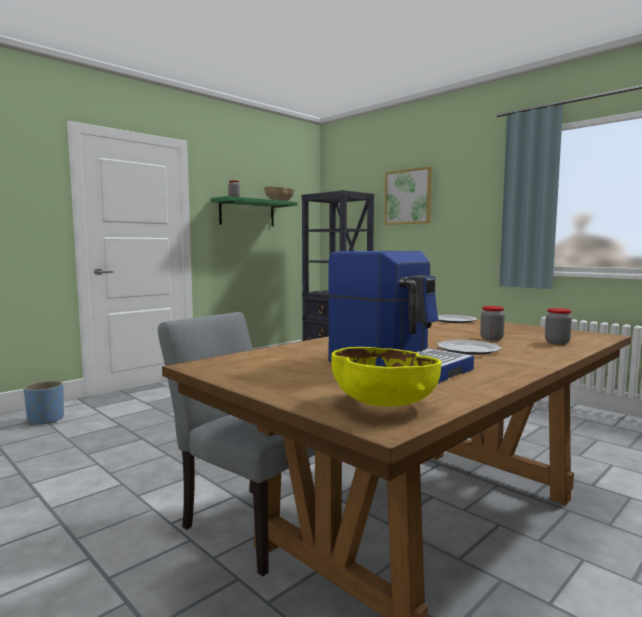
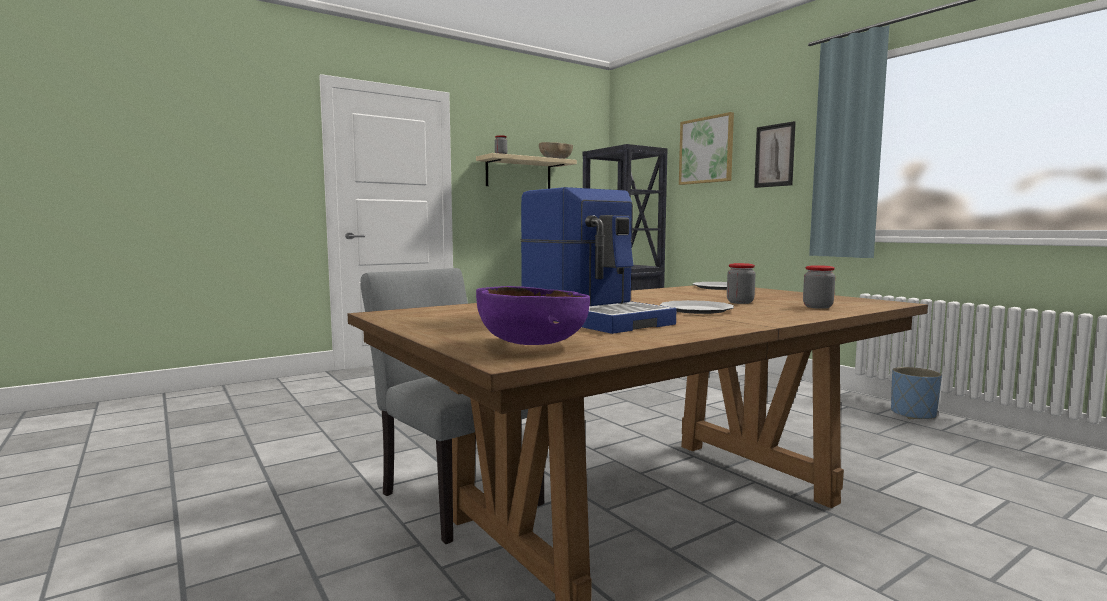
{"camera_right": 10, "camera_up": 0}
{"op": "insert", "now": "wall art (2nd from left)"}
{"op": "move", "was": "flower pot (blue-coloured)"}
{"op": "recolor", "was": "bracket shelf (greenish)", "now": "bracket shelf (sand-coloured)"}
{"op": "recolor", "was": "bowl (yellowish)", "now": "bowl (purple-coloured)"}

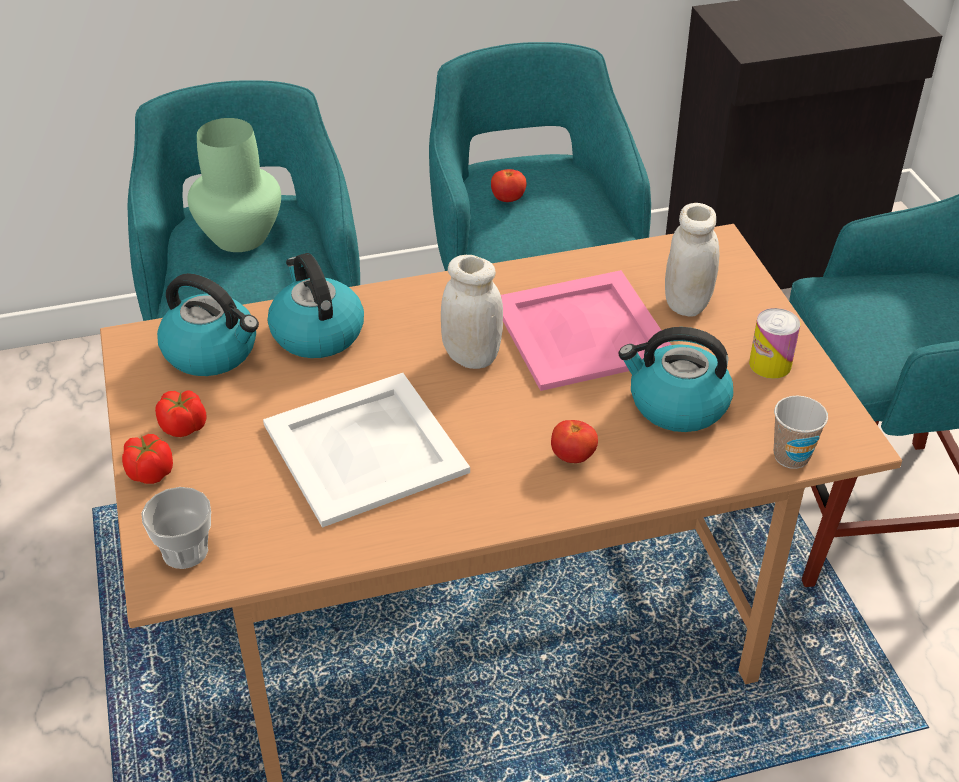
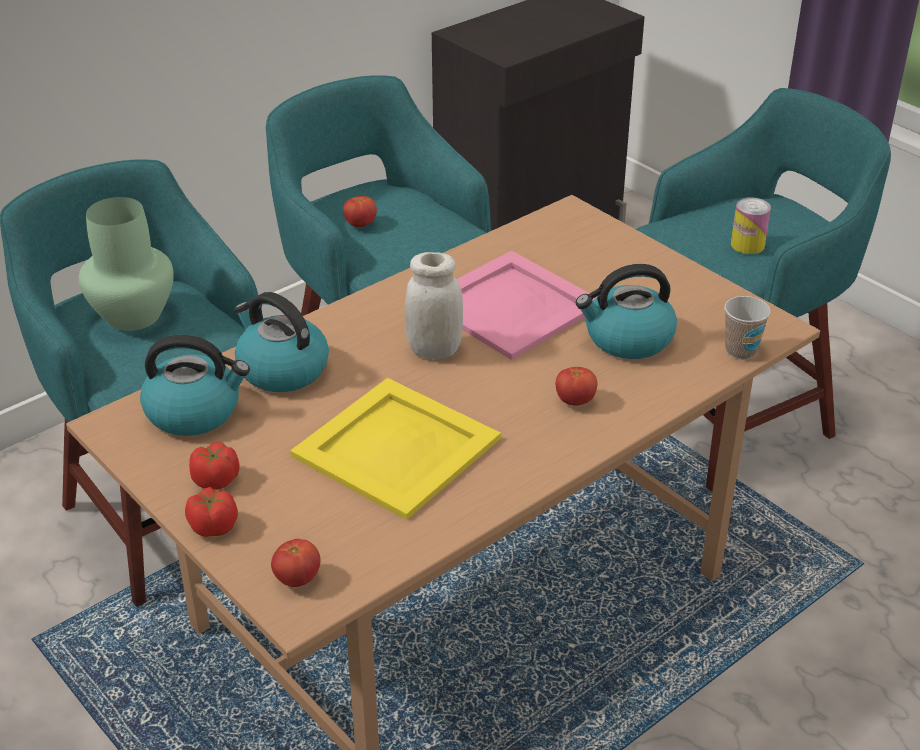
{"camera_right": -25, "camera_up": -5}
{"op": "delete", "was": "preserve jar (white) (2nd from left)"}
{"op": "move", "was": "sealed can"}
{"op": "replace", "was": "small cup (1st from left)", "now": "whole tomato (3rd from left)"}
{"op": "recolor", "was": "tray (white)", "now": "tray (yellowish)"}

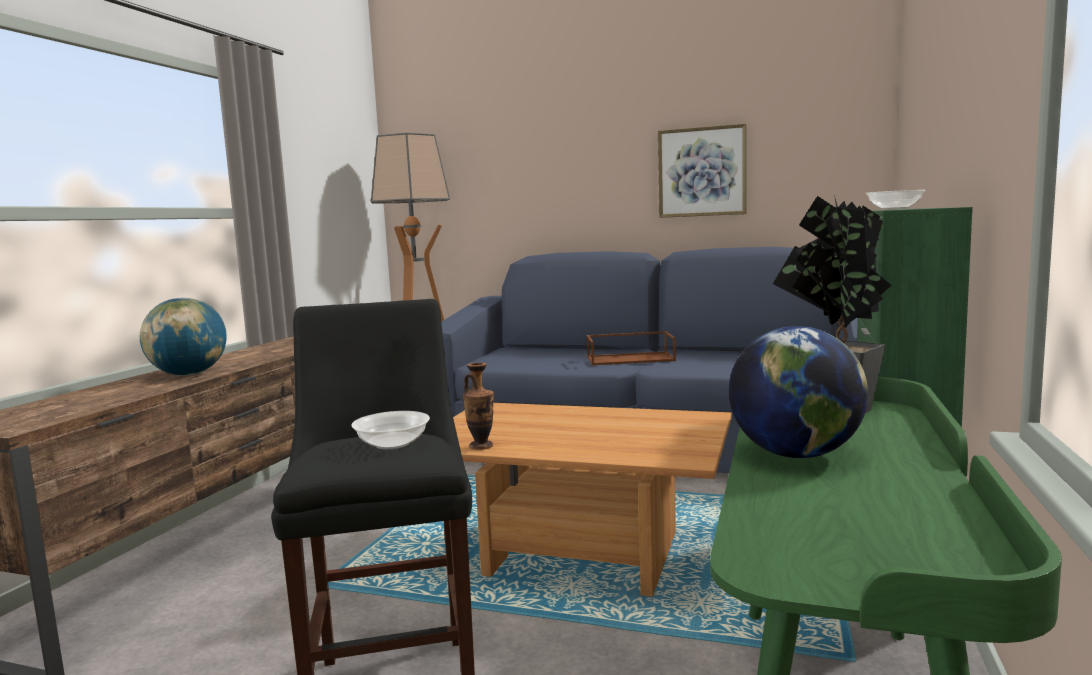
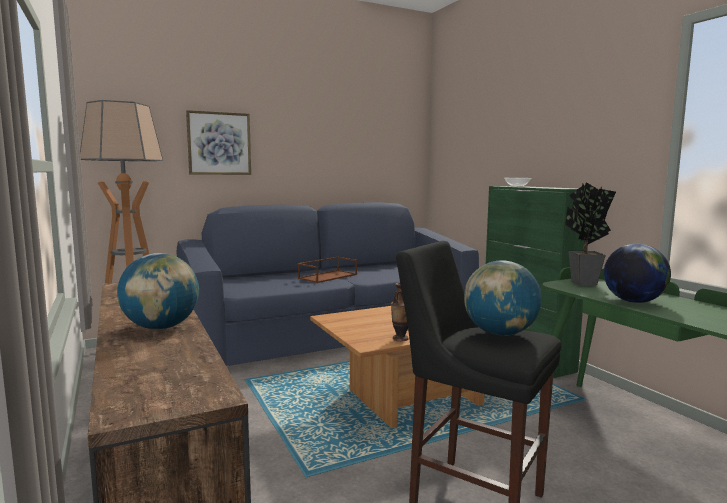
{"camera_right": -45, "camera_up": 0}
{"op": "move", "was": "wall art"}
{"op": "replace", "was": "bowl (1st from left)", "now": "world globe (2nd from left)"}

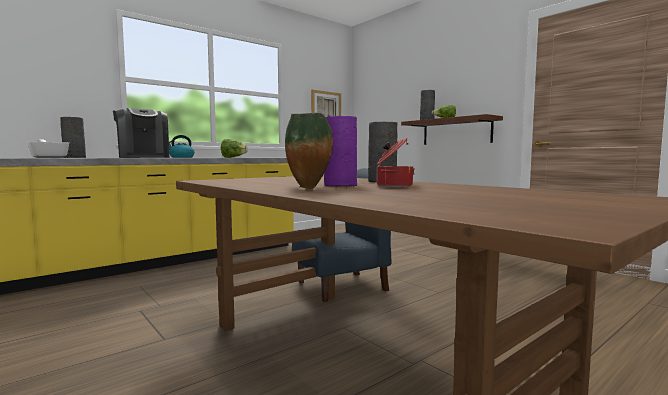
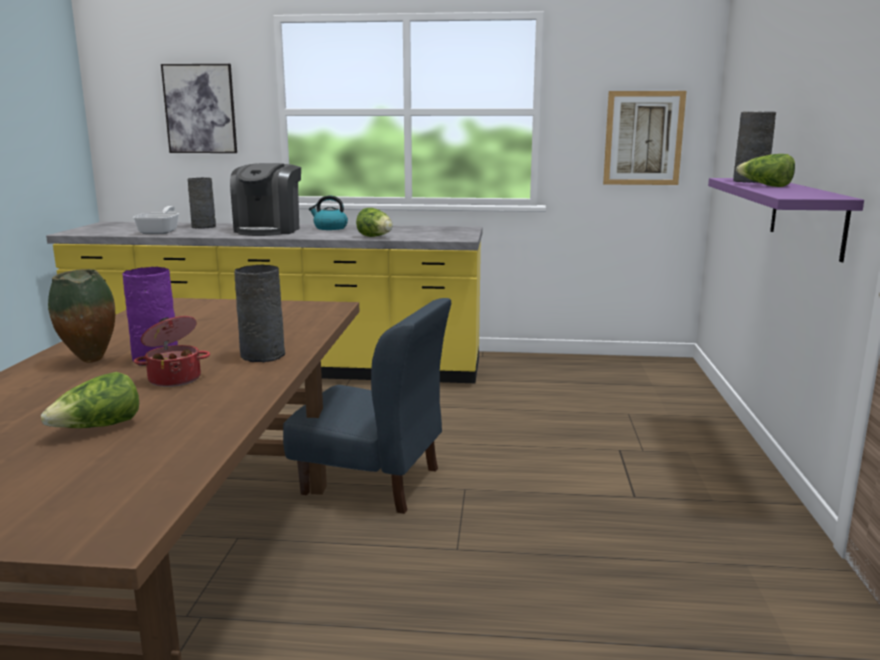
{"camera_right": 45, "camera_up": 10}
{"op": "insert", "now": "head of lettuce (1st from left)"}
{"op": "insert", "now": "wall art (1st from left)"}
{"op": "recolor", "was": "bracket shelf (brown-coloured)", "now": "bracket shelf (purple-coloured)"}

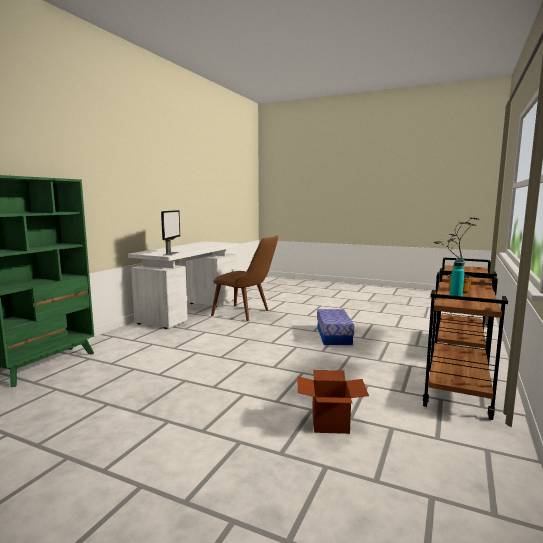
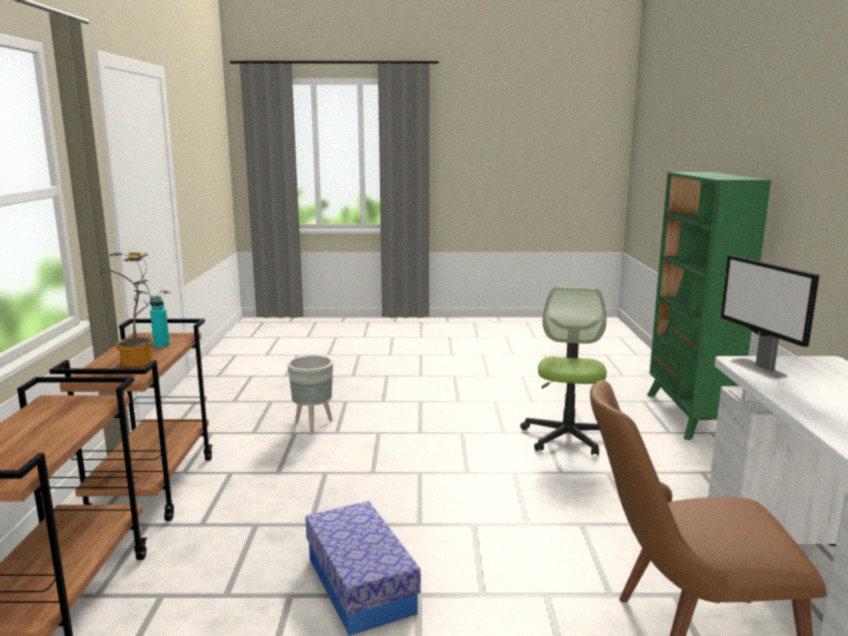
{"camera_right": 155, "camera_up": 5}
{"op": "insert", "now": "desk chair"}
{"op": "replace", "was": "cardboard box", "now": "flower pot (greyish)"}

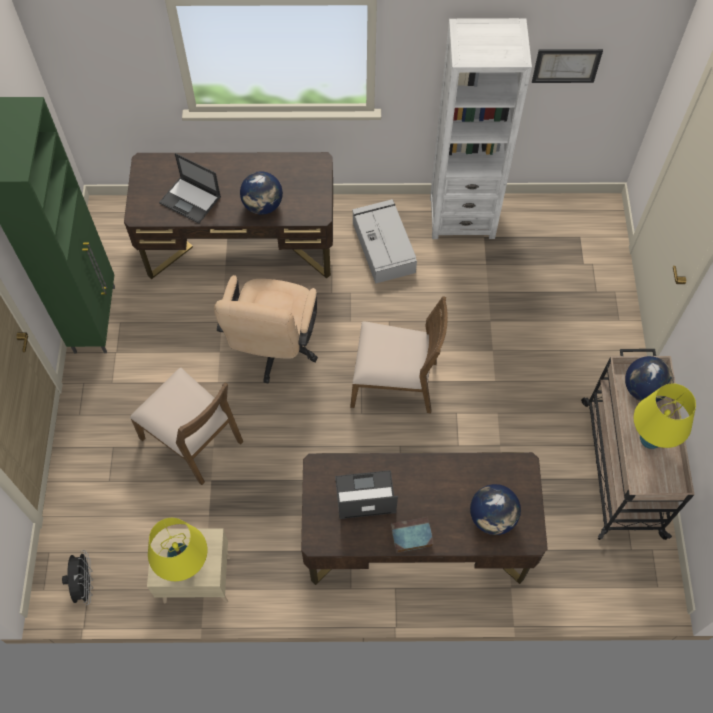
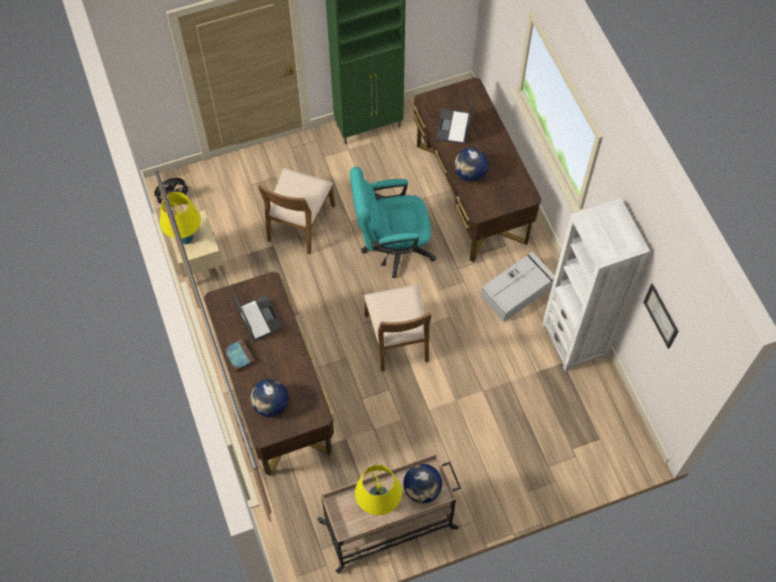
{"camera_right": 70, "camera_up": 0}
{"op": "recolor", "was": "desk chair (sand-coloured)", "now": "desk chair (blue-green)"}

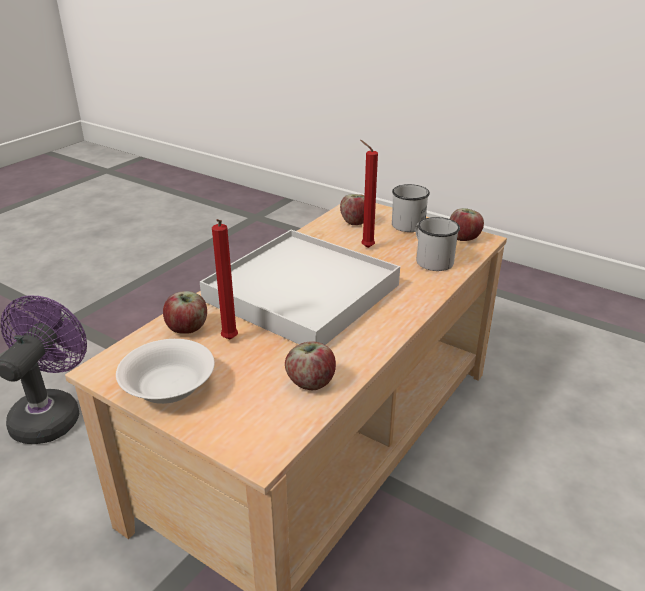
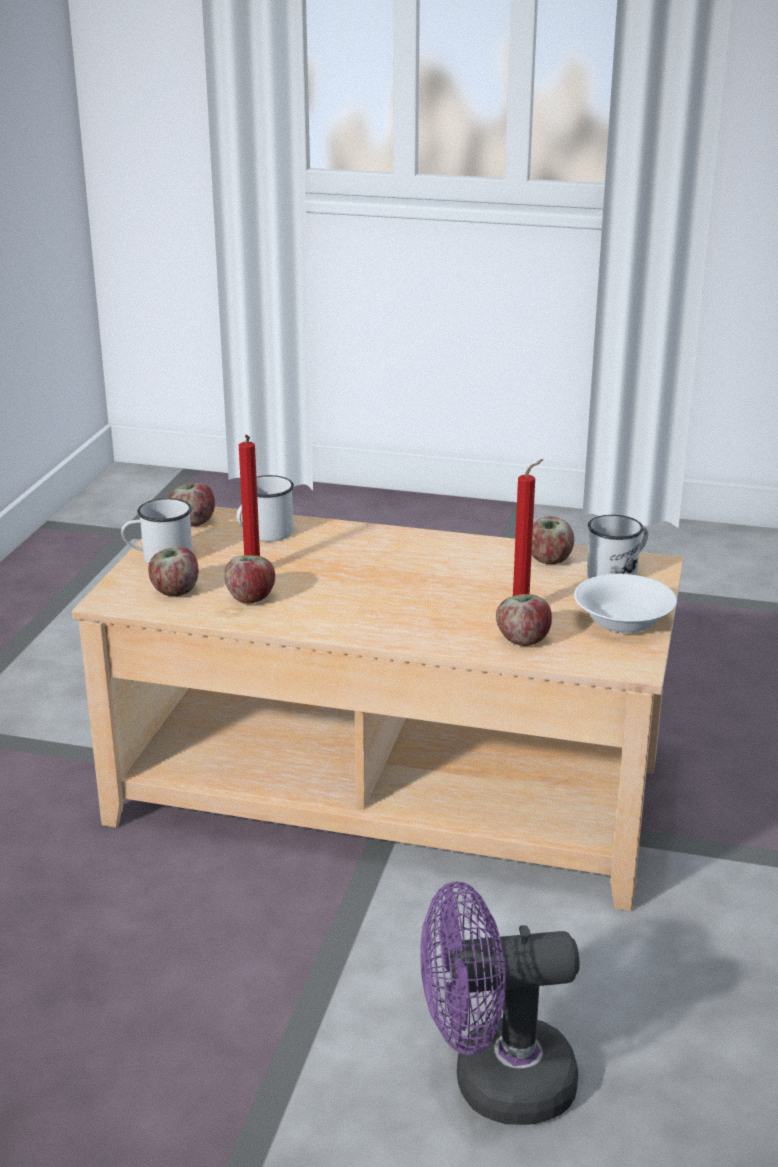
{"camera_right": -110, "camera_up": -5}
{"op": "delete", "was": "tray (white)"}
{"op": "insert", "now": "apple (3rd from left)"}
{"op": "insert", "now": "tea mug (white) (3rd from left)"}

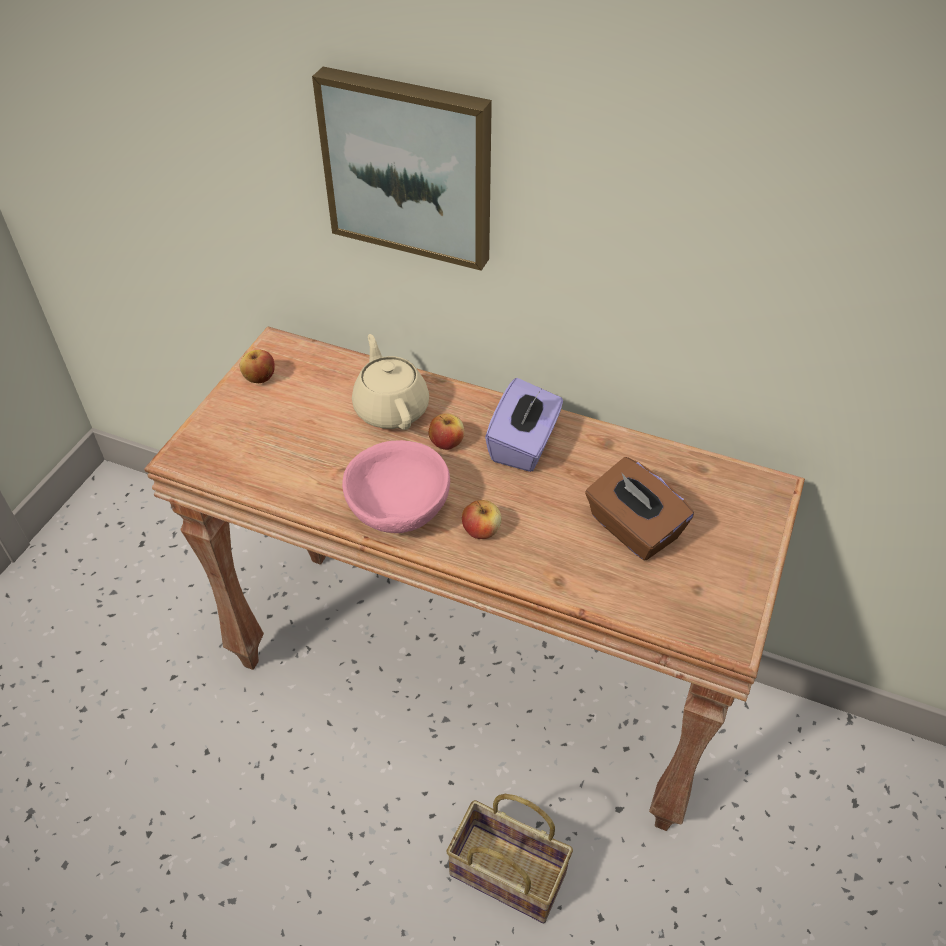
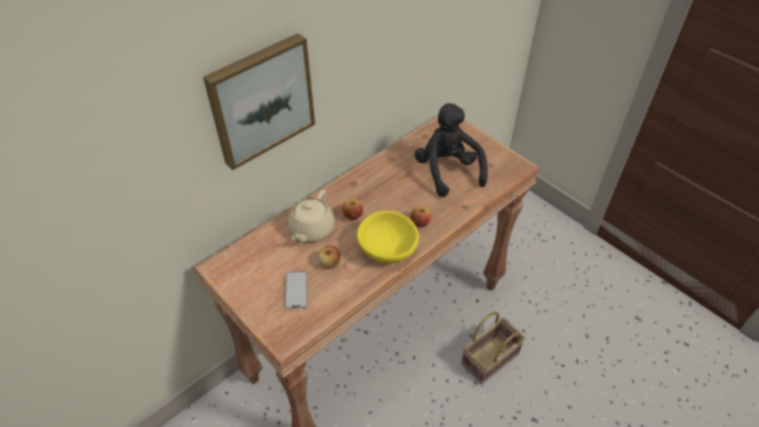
{"camera_right": -65, "camera_up": 0}
{"op": "delete", "was": "box of tissues (purple-coloured)"}
{"op": "insert", "now": "telephone"}
{"op": "move", "was": "apple (1st from left)"}
{"op": "replace", "was": "box of tissues (brown-coloured)", "now": "soft toy (black-coloured)"}
{"op": "recolor", "was": "bowl (pinkish)", "now": "bowl (yellowish)"}
{"op": "rotate", "was": "pot for tea (sand-coloured)", "clockwise": -75}

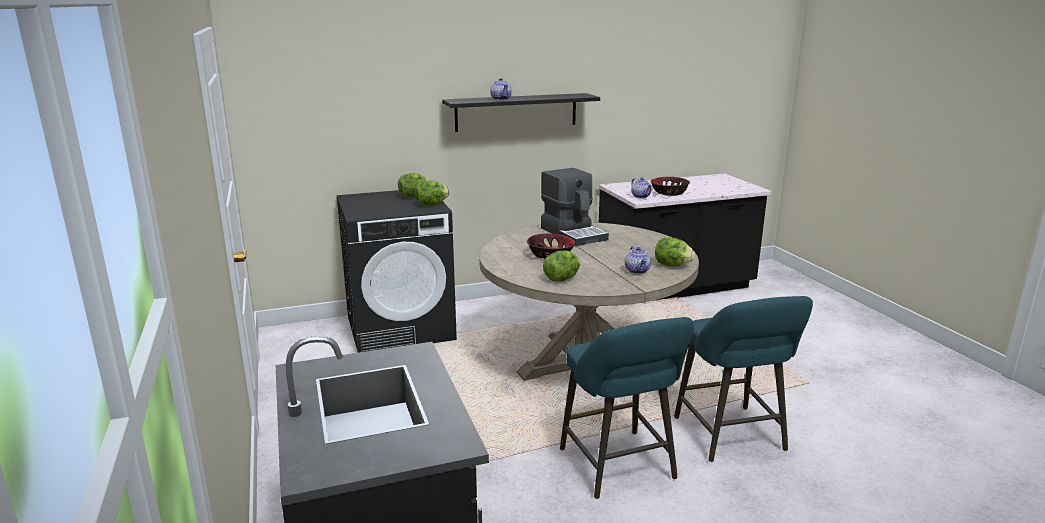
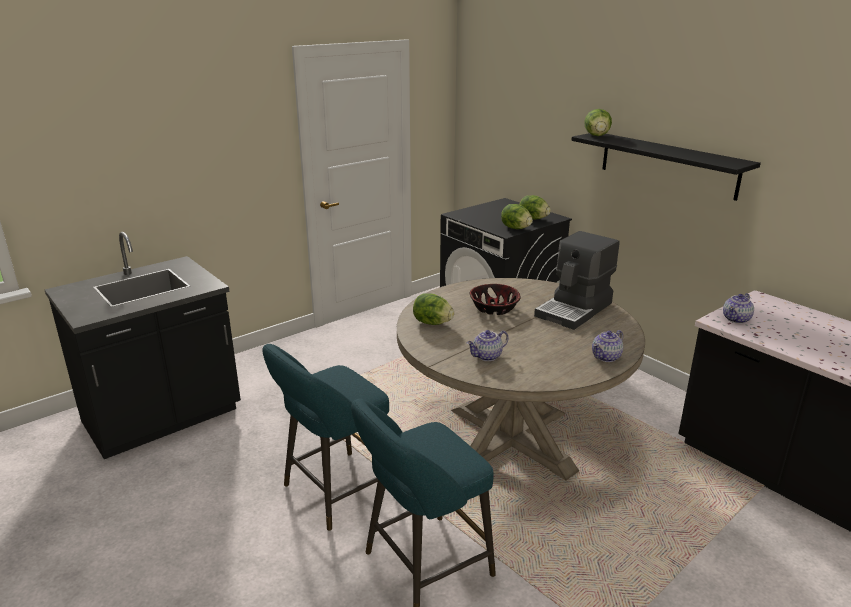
{"camera_right": 70, "camera_up": 5}
{"op": "delete", "was": "bowl (2nd from left)"}
{"op": "move", "was": "pot for tea (1st from left in the first image)", "now": "pot for tea (2nd from left)"}
{"op": "move", "was": "head of lettuce (4th from left)"}

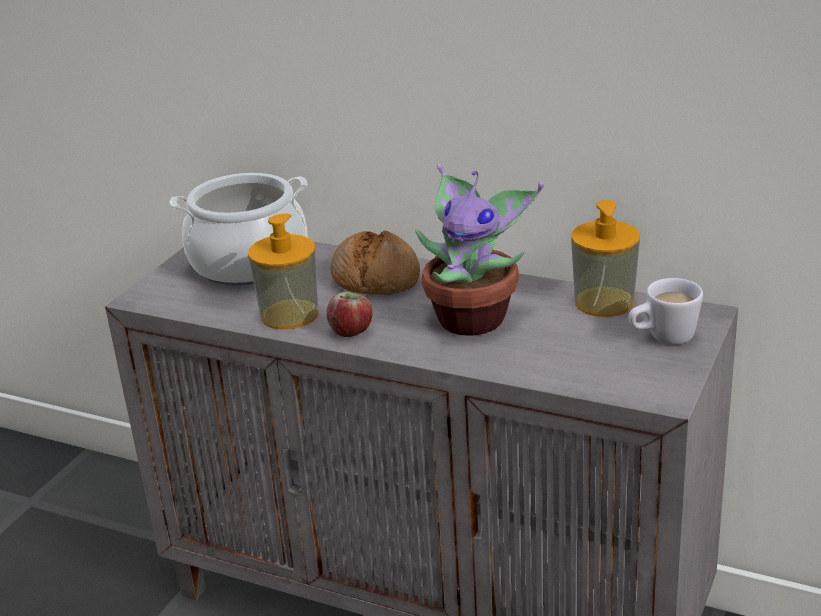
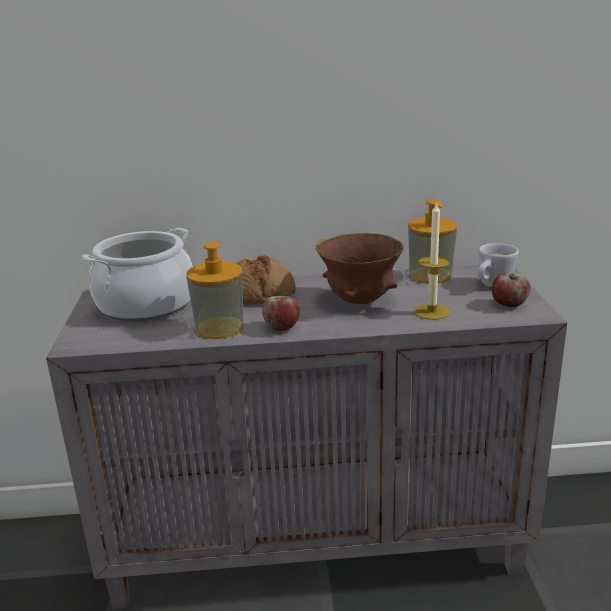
{"camera_right": -30, "camera_up": -5}
{"op": "insert", "now": "wax candle"}
{"op": "insert", "now": "apple (2nd from left)"}
{"op": "replace", "was": "plant in a pot", "now": "bowl (brown-coloured)"}

